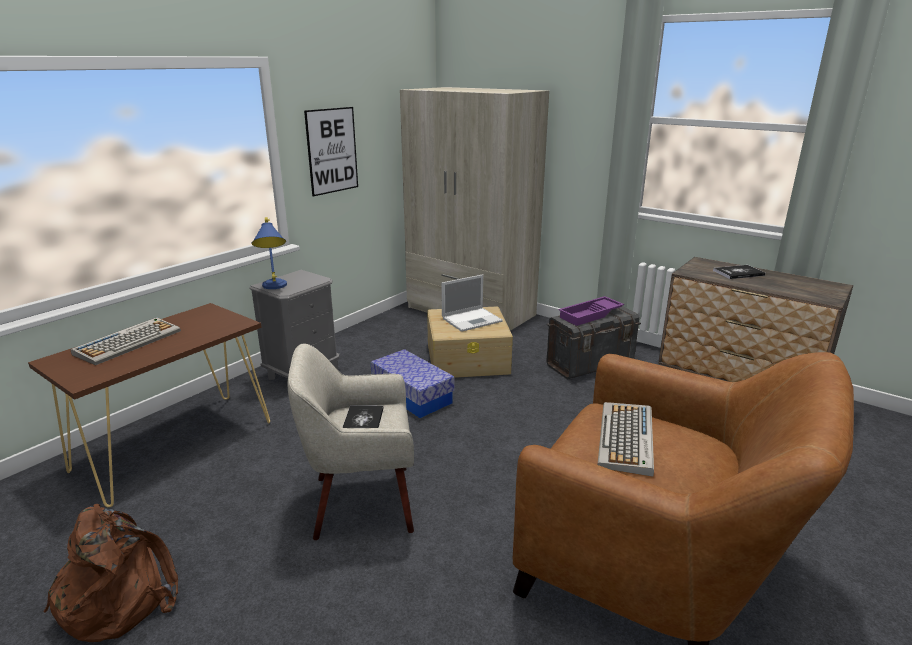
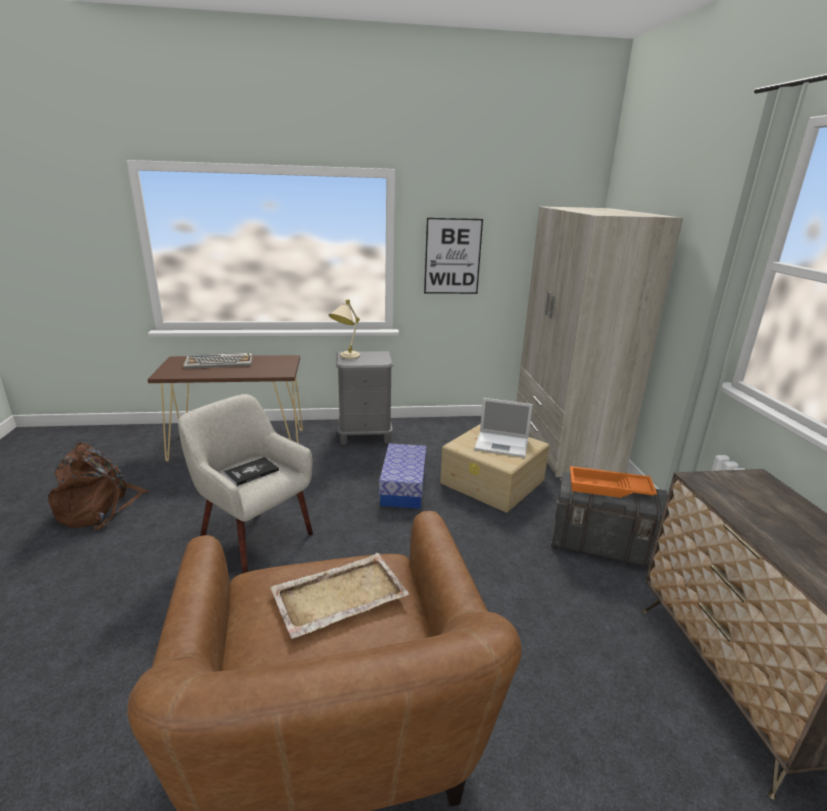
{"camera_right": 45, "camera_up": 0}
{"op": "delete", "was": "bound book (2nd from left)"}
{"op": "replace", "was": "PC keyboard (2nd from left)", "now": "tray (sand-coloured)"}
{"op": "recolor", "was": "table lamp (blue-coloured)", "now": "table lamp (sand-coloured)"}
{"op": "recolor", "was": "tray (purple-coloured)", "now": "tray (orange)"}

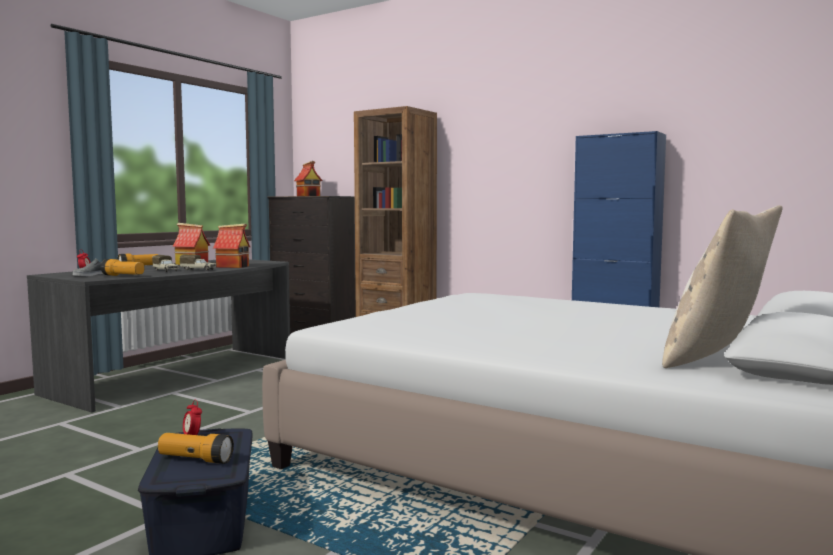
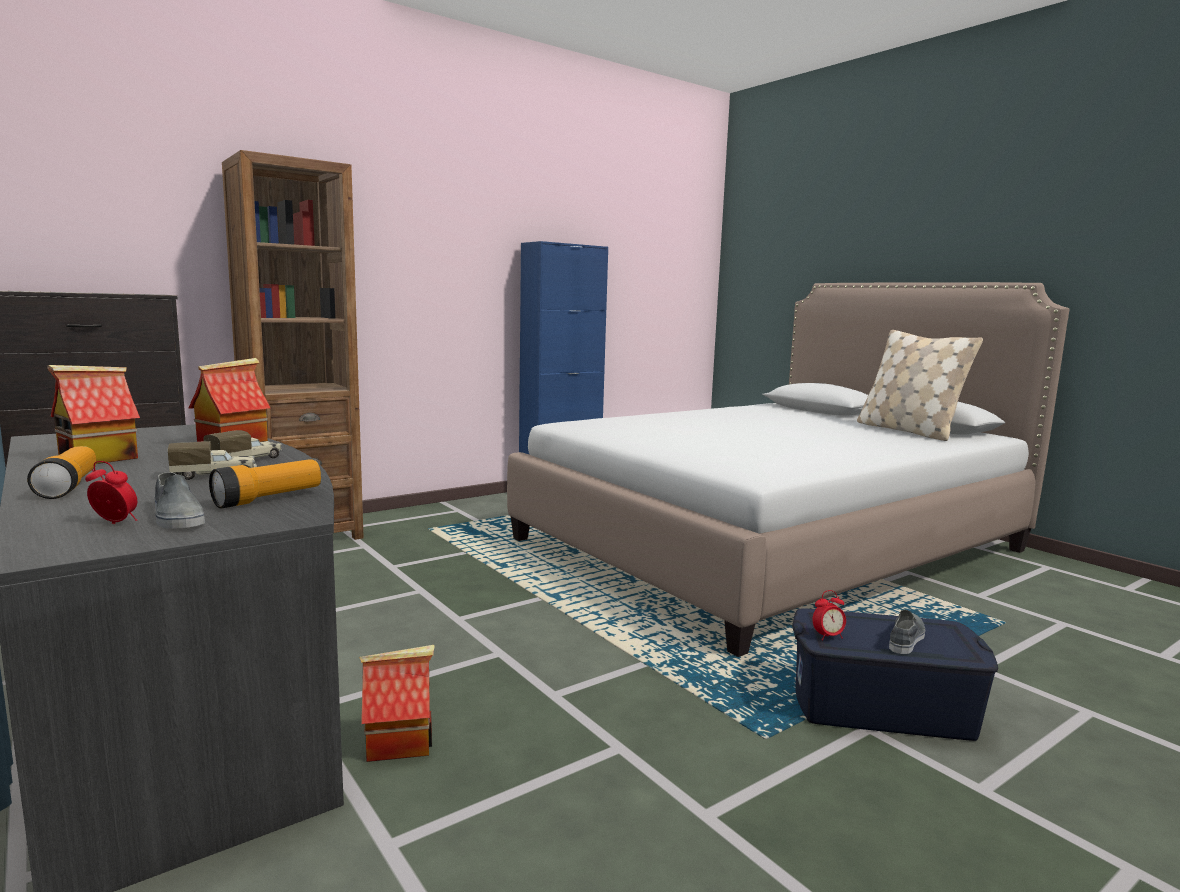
{"camera_right": -70, "camera_up": 5}
{"op": "move", "was": "toy house (3rd from left)"}
{"op": "replace", "was": "torch (3rd from left)", "now": "shoe (greyish) (2nd from left)"}

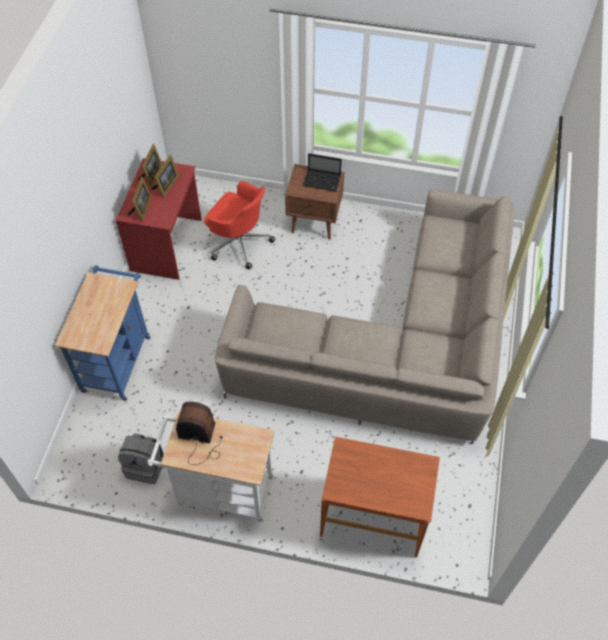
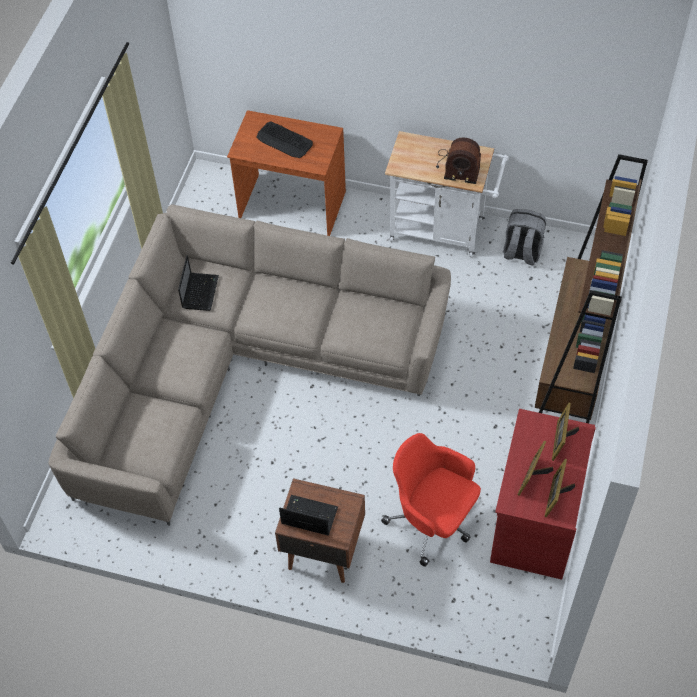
{"camera_right": -175, "camera_up": 0}
{"op": "insert", "now": "portable computer (1st from left)"}
{"op": "insert", "now": "PC keyboard"}
{"op": "replace", "was": "wheeled cart (blue-coloured)", "now": "bookcase (brown-coloured)"}

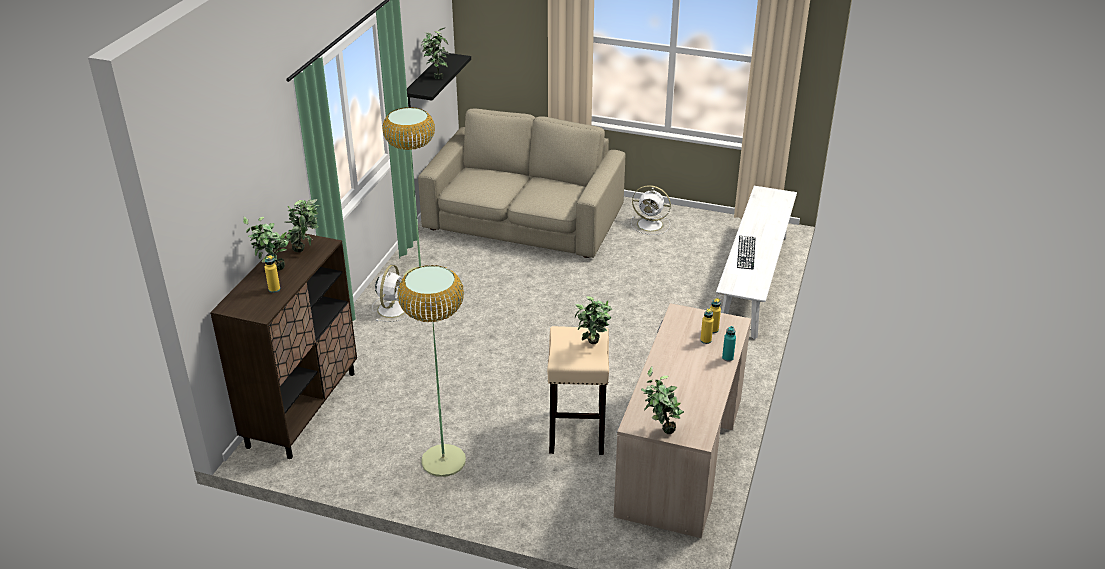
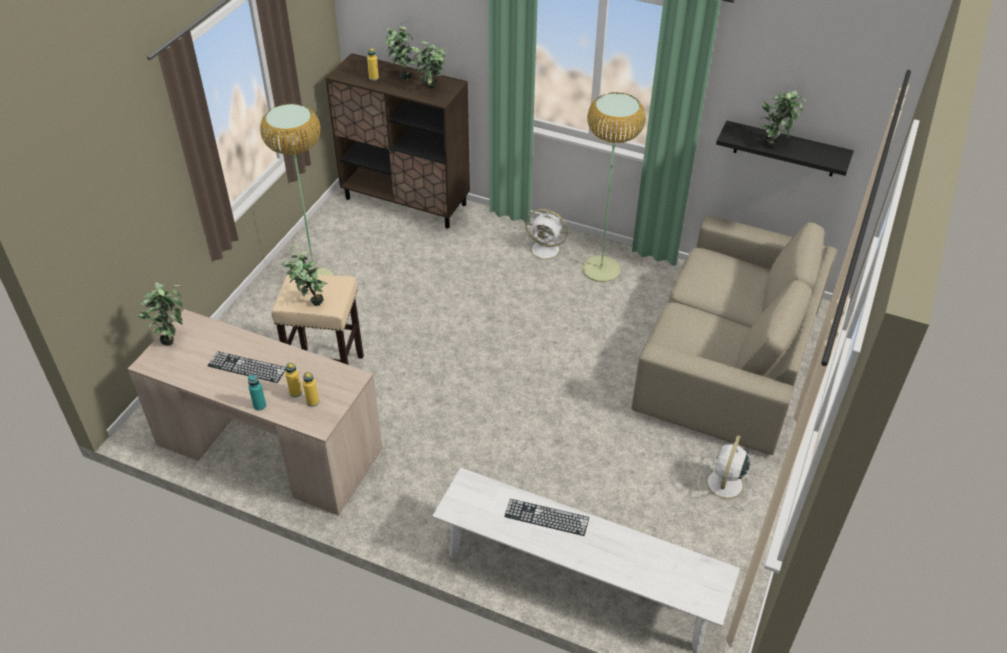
{"camera_right": 95, "camera_up": 10}
{"op": "insert", "now": "PC keyboard (1st from left)"}

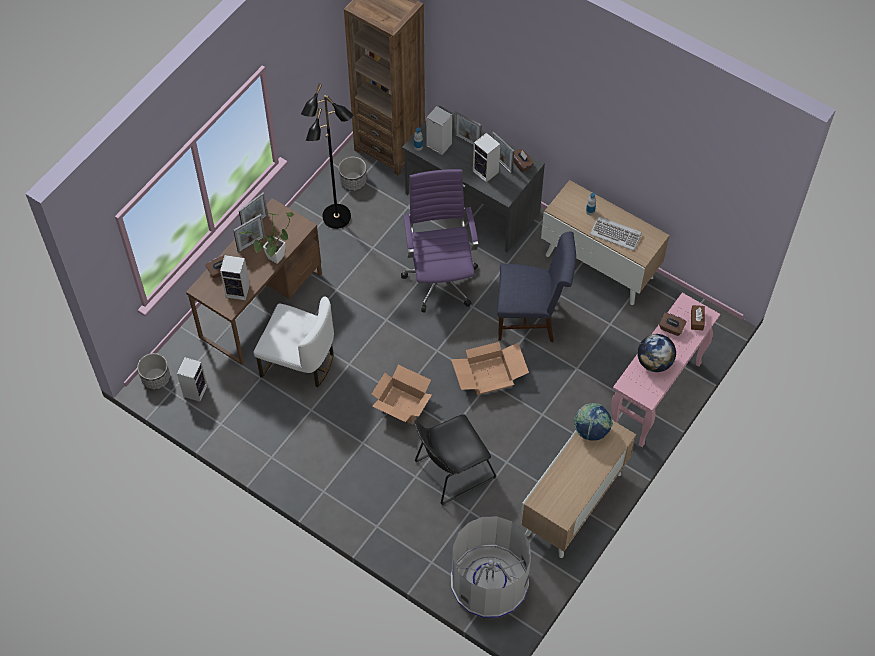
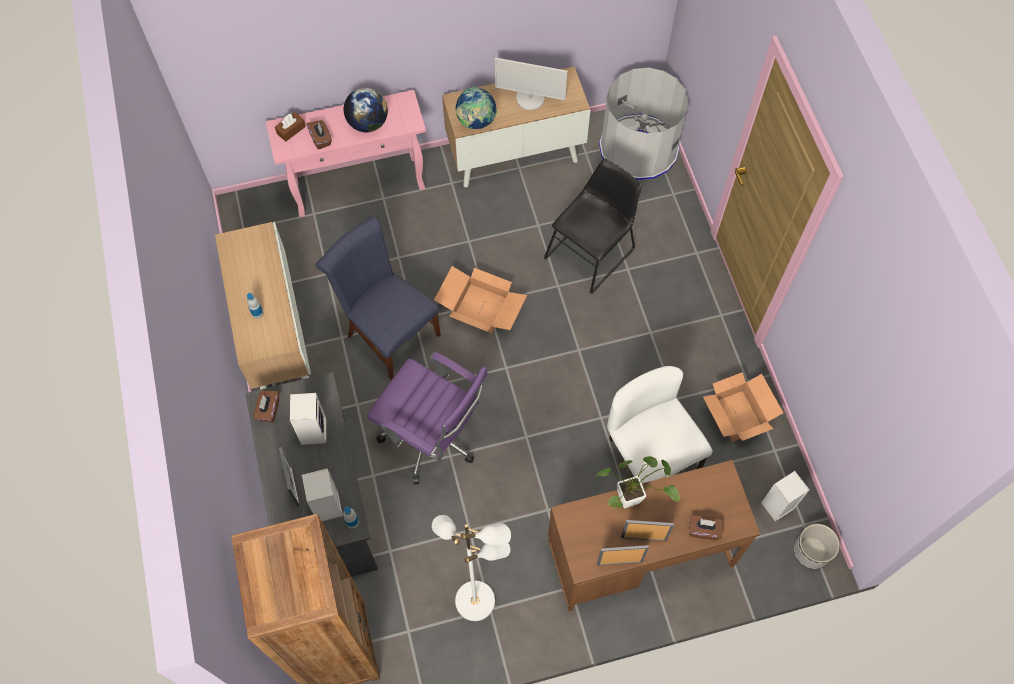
{"camera_right": -140, "camera_up": 5}
{"op": "delete", "was": "loudspeaker (2nd from left)"}
{"op": "delete", "was": "flower pot (2nd from left)"}
{"op": "delete", "was": "standing frame (4th from left)"}
{"op": "delete", "was": "PC keyboard"}
{"op": "insert", "now": "monitor"}
{"op": "move", "was": "cardboard box (1st from left in the first image)", "now": "cardboard box (2nd from left)"}
{"op": "recolor", "was": "floor lamp (black-coloured)", "now": "floor lamp (white)"}
{"op": "rotate", "was": "desk chair (purple-coloured)", "clockwise": -90}
{"op": "rotate", "was": "plain chair (black-coloured)", "clockwise": -60}

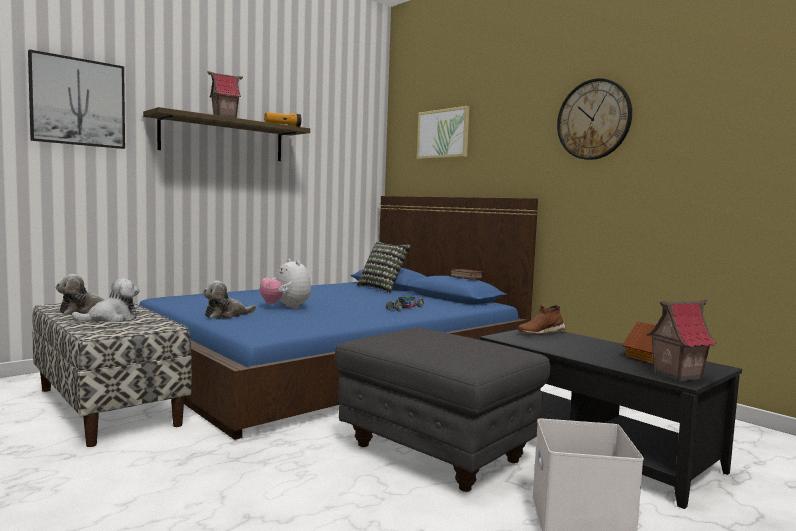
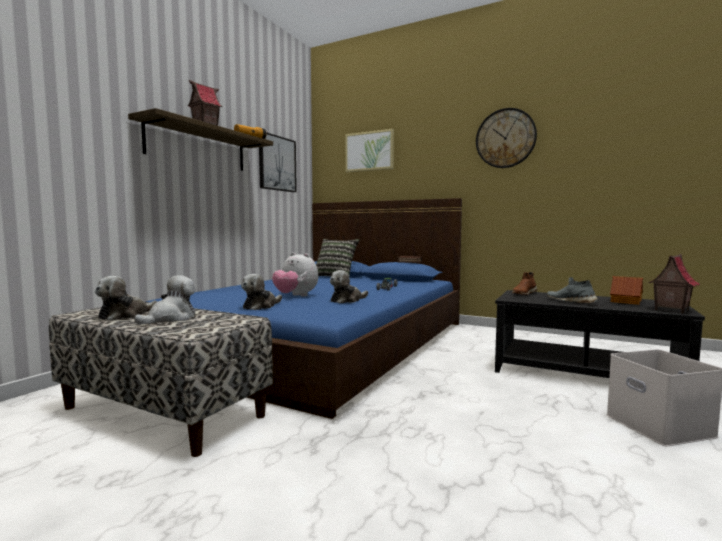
{"camera_right": -20, "camera_up": 0}
{"op": "delete", "was": "footrest (greyish)"}
{"op": "insert", "now": "soft toy (5th from left)"}
{"op": "insert", "now": "shoe (greyish)"}
{"op": "move", "was": "wall art (1st from left)"}

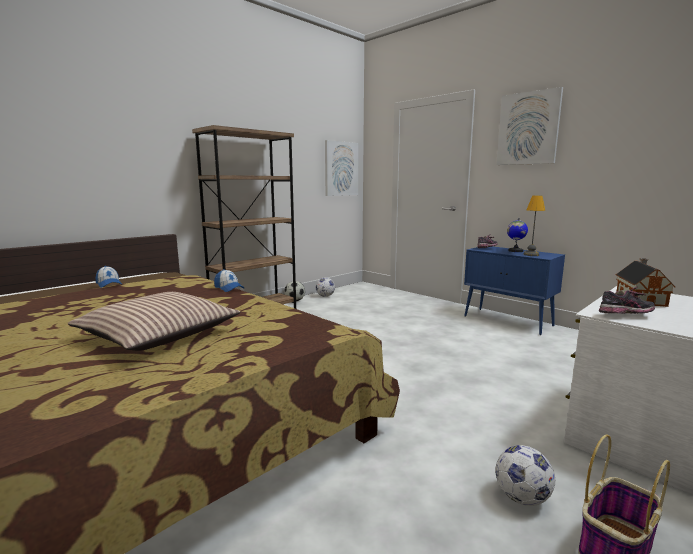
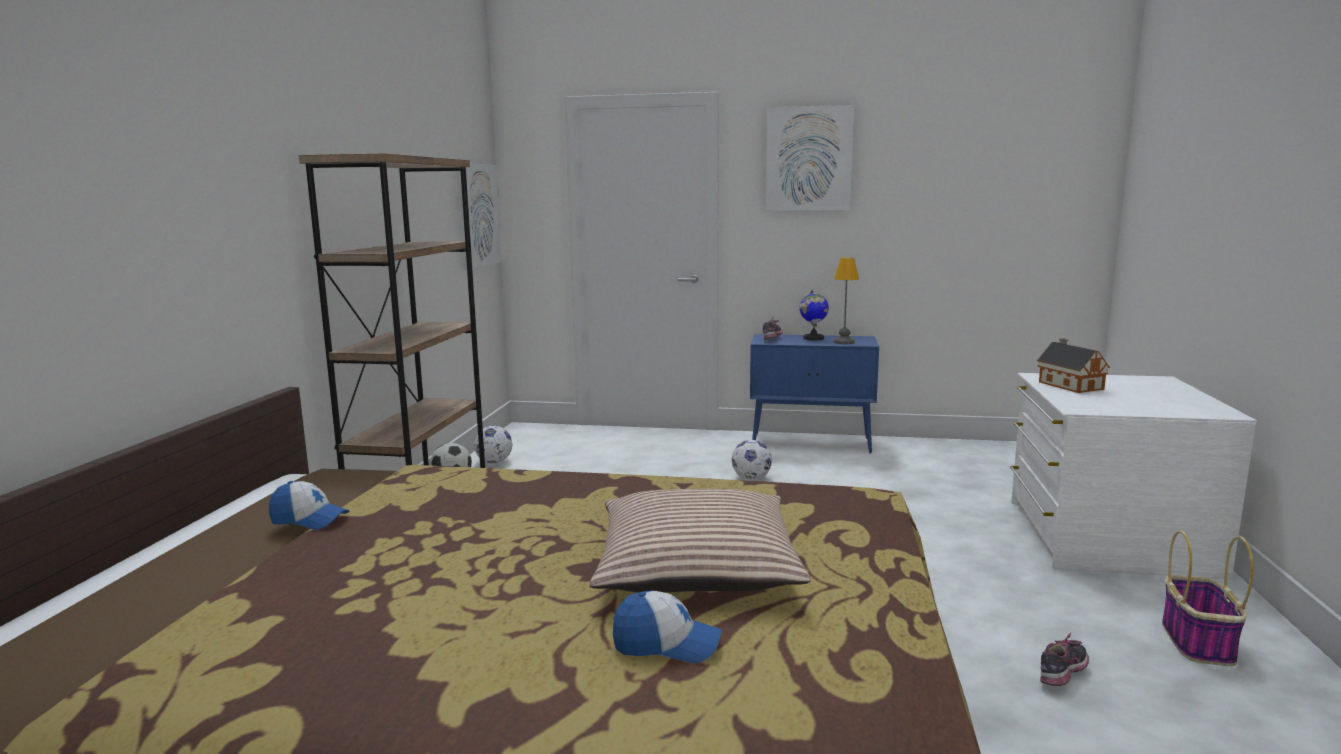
{"camera_right": -35, "camera_up": 0}
{"op": "move", "was": "peaked cap (2nd from left)"}
{"op": "move", "was": "football (3rd from left)"}
{"op": "move", "was": "shoe (2nd from left)"}

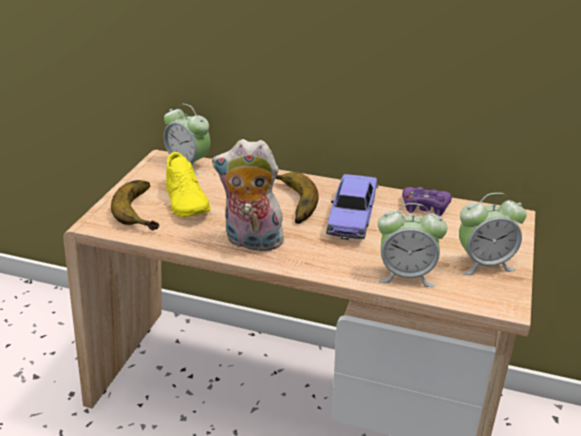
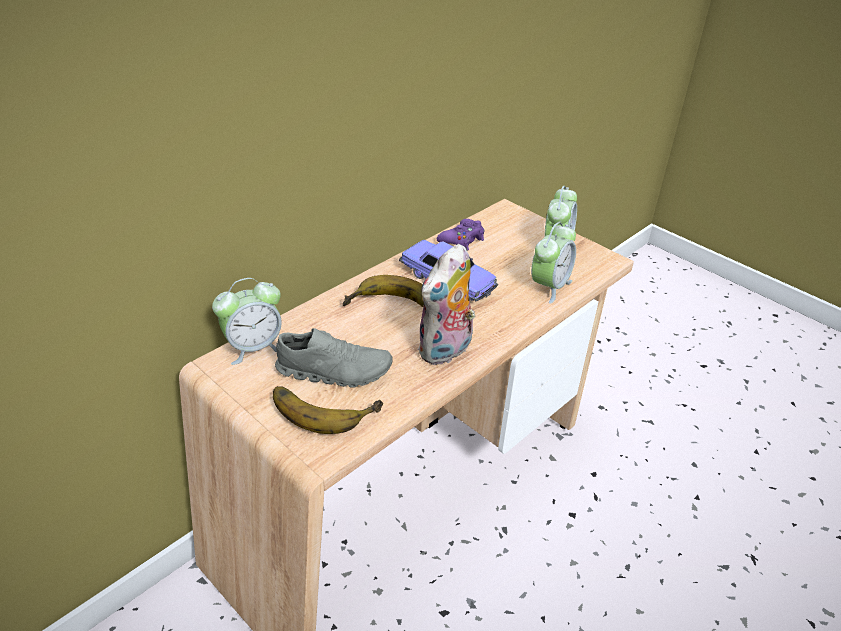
{"camera_right": -65, "camera_up": 5}
{"op": "recolor", "was": "shoe (yellowish)", "now": "shoe (greyish)"}

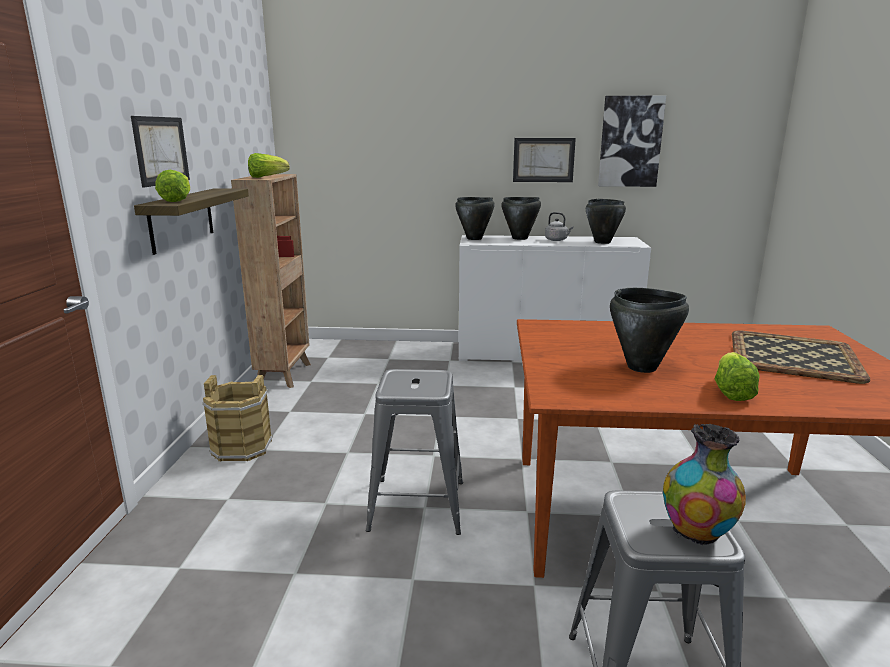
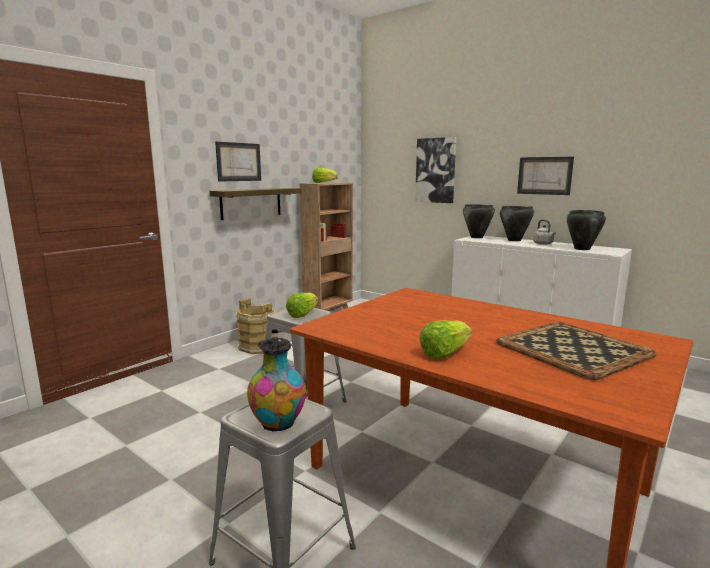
{"camera_right": 35, "camera_up": -5}
{"op": "delete", "was": "stockpot (black-coloured) (4th from left)"}
{"op": "move", "was": "head of lettuce (1st from left)"}
{"op": "move", "was": "wall art (3rd from left in the first image)", "now": "wall art (2nd from left)"}

